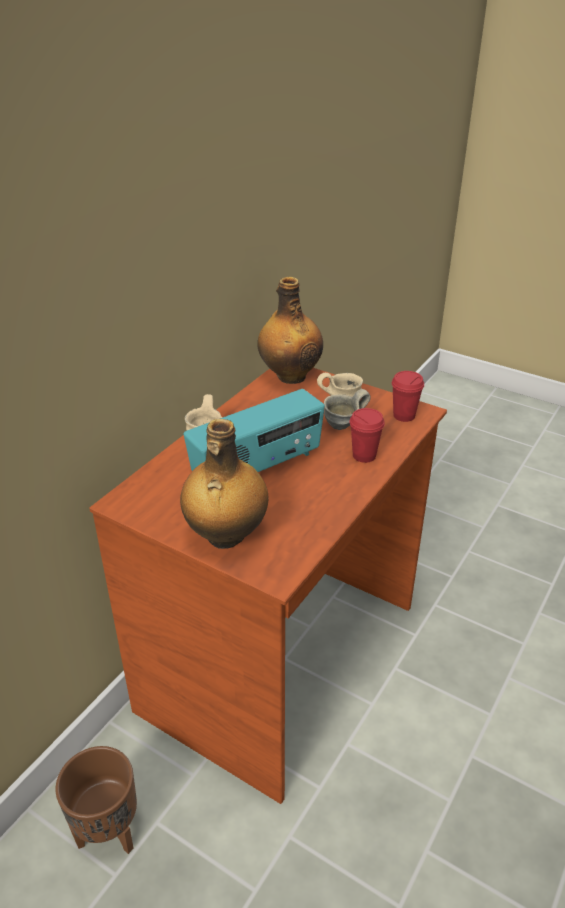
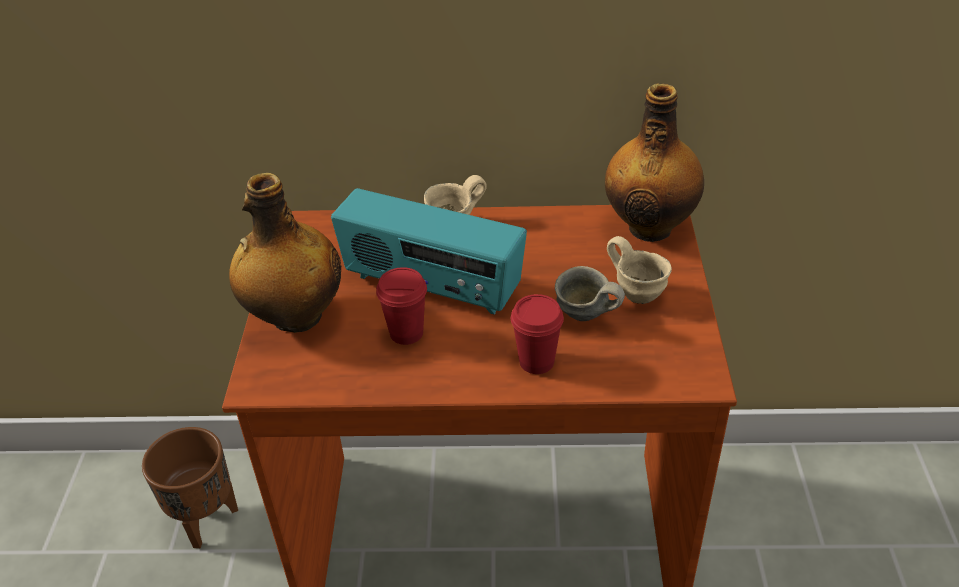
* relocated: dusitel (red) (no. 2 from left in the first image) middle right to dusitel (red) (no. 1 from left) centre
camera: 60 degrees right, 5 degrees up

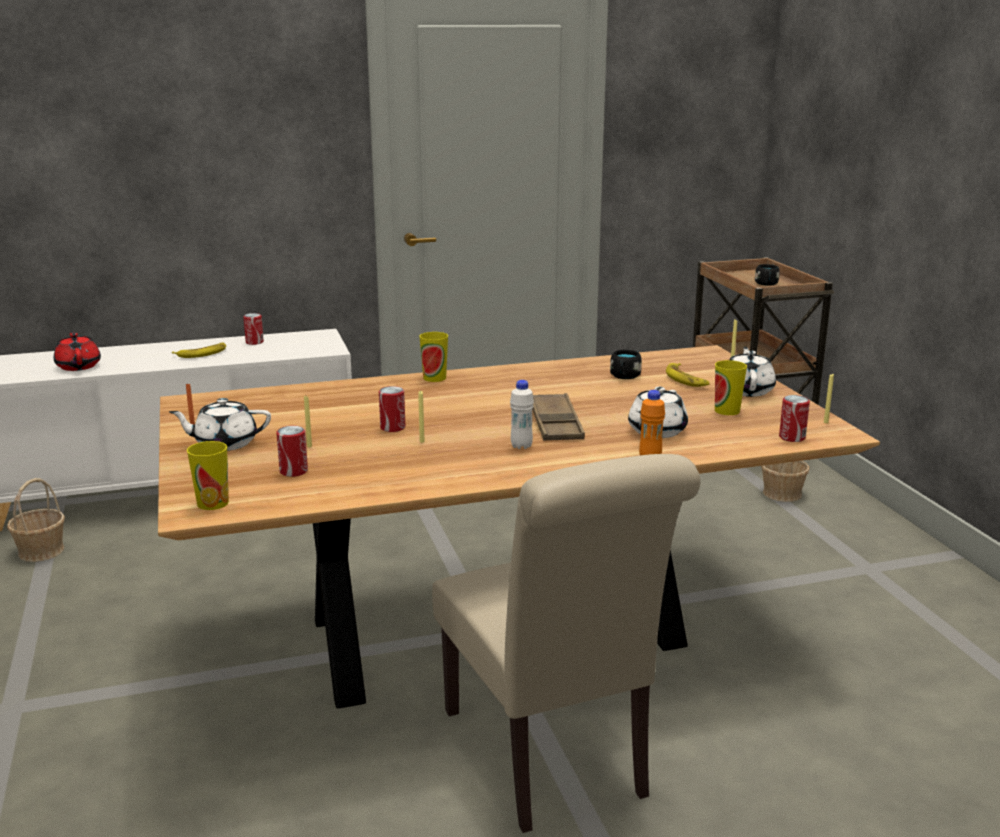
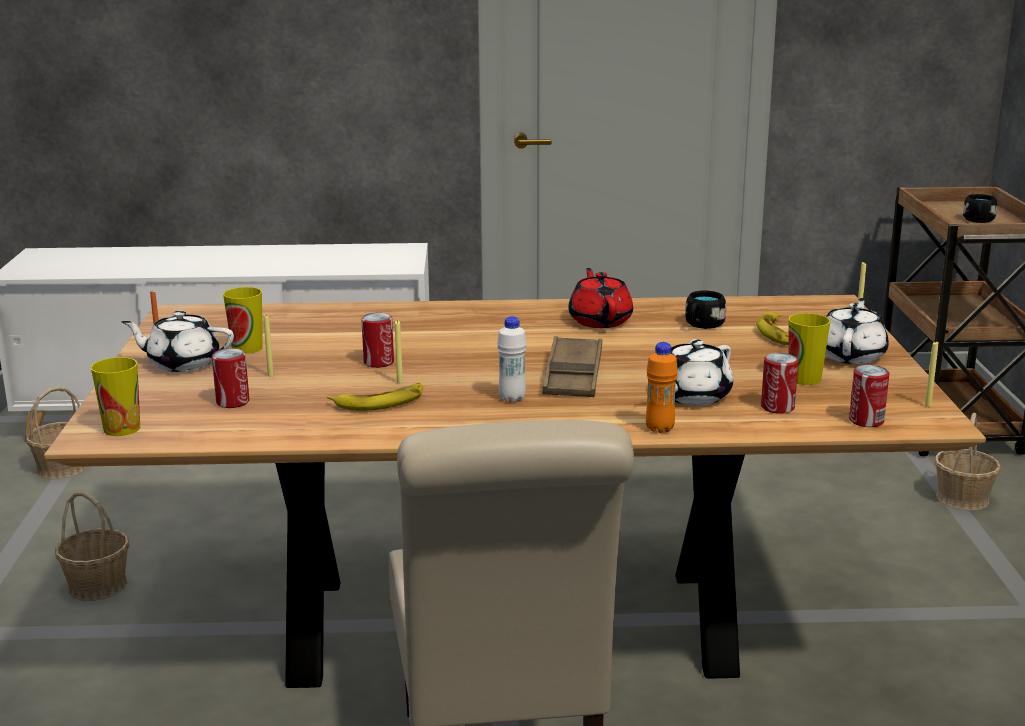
* relocated: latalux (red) middle left to centre
* relocated: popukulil (no. 1 from left) middle left to centre
* relocated: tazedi (no. 1 from left in the first image) middle left to tazedi (no. 3 from left) middle right
* relocated: dusitel (no. 2 from left) centre to middle left
* appeared: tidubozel (no. 2 from left) bottom left
camera: 15 degrees right, 0 degrees up

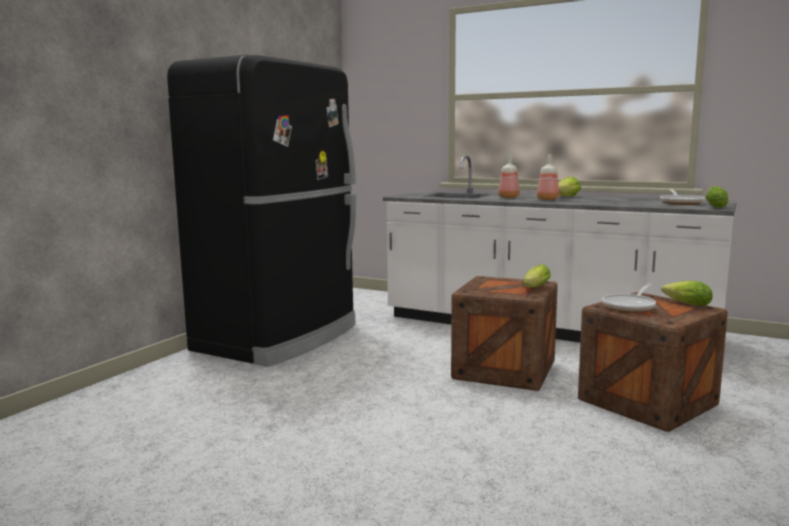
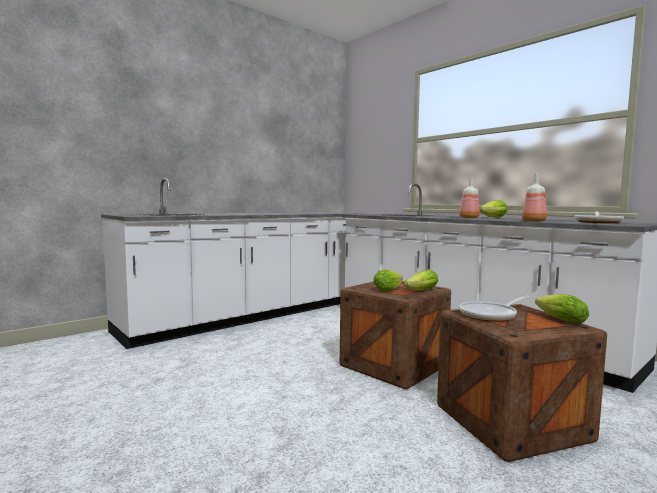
* exchanged: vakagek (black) middle left to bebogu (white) (no. 1 from left) centre
* relocated: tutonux (no. 1 from left in the first image) centre to tutonux (no. 2 from left) middle right
* relocated: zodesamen (no. 4 from left in the first image) middle right to zodesamen (no. 1 from left) centre
camera: 20 degrees right, 5 degrees down

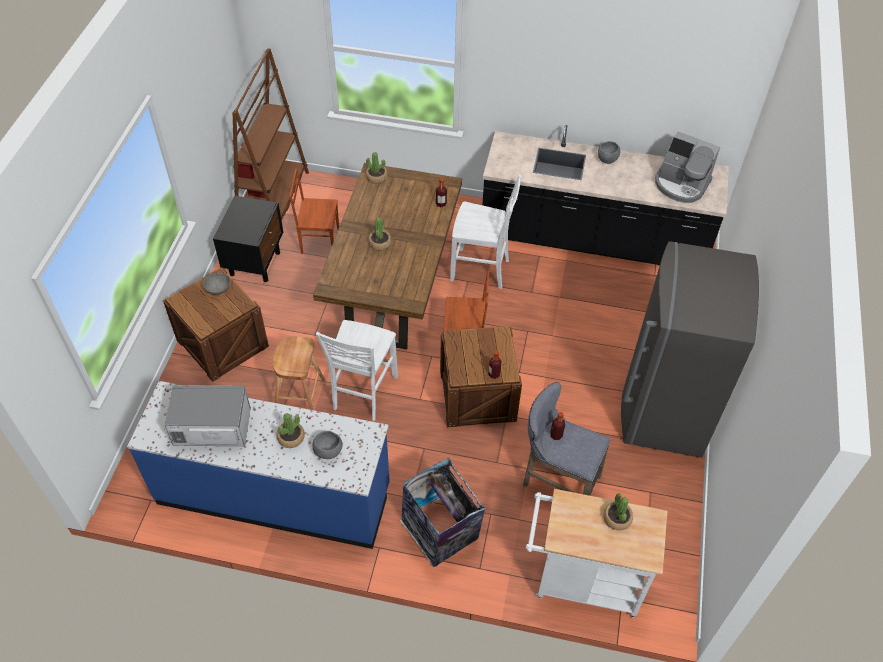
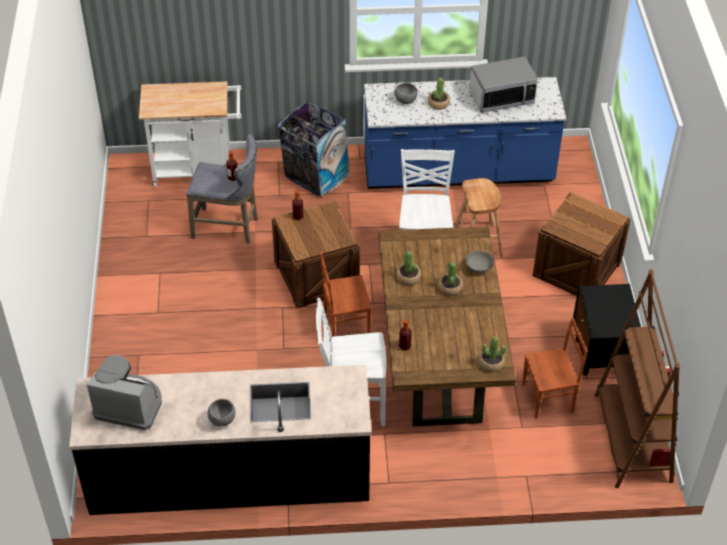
* relocated: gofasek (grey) (no. 1 from left in the first image) middle left to gofasek (grey) (no. 3 from left) centre
* relocated: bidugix (no. 4 from left in the first image) bottom right to bidugix (no. 1 from left) centre
* missing: vakagek (grey) middle right
camera: 165 degrees right, 5 degrees down

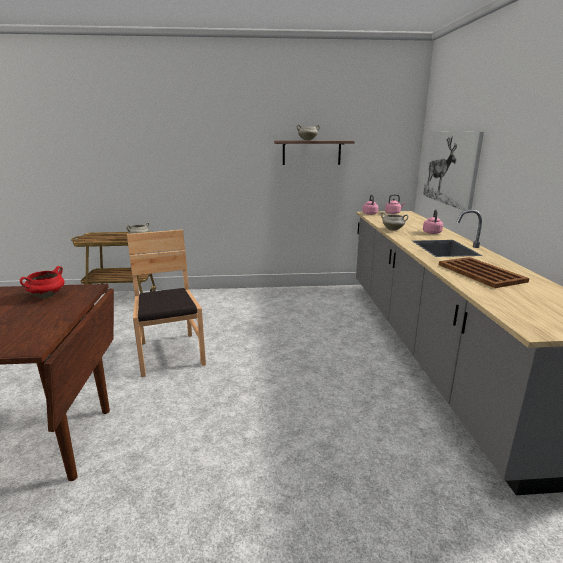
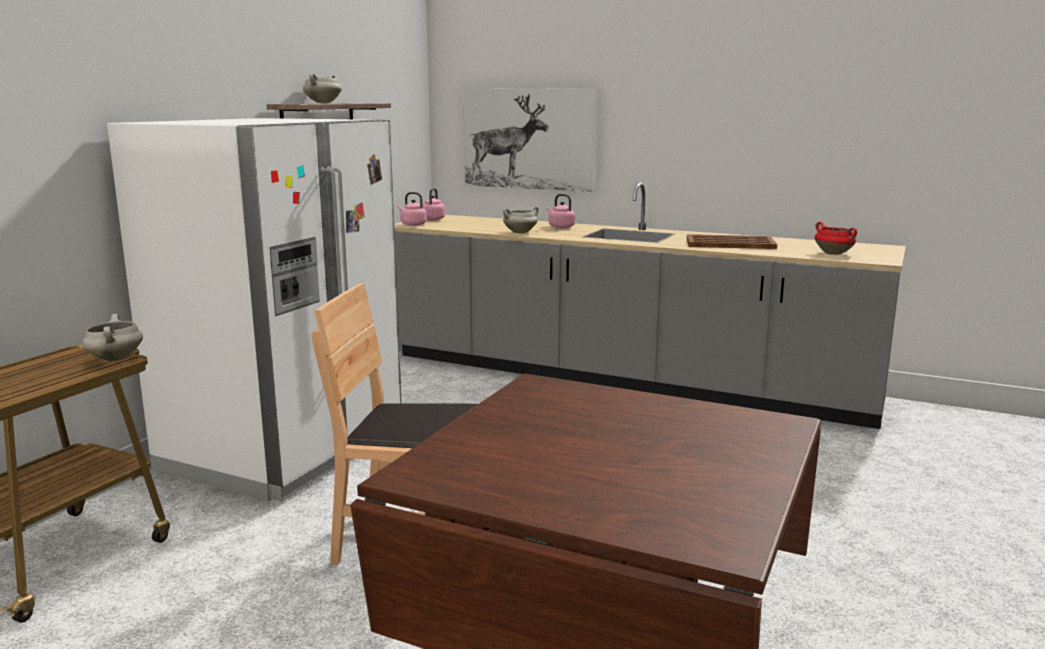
* relocated: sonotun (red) middle left to middle right
* appeared: vakagek (white) middle left
camera: 60 degrees left, 5 degrees down

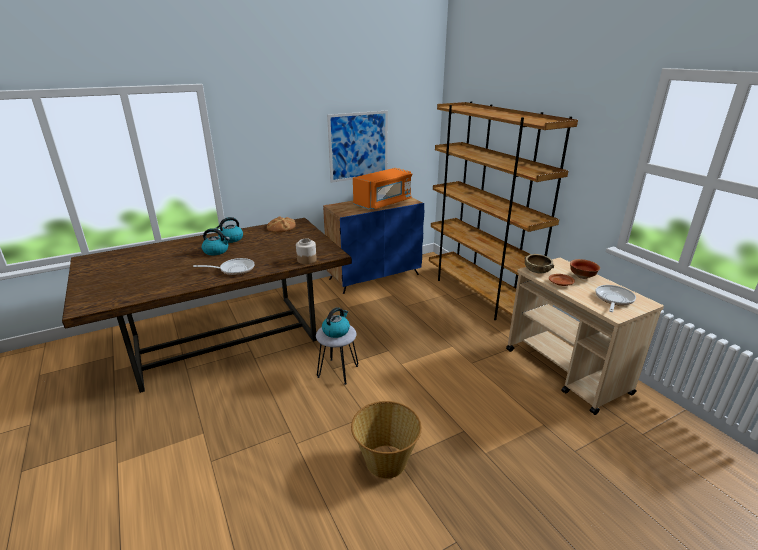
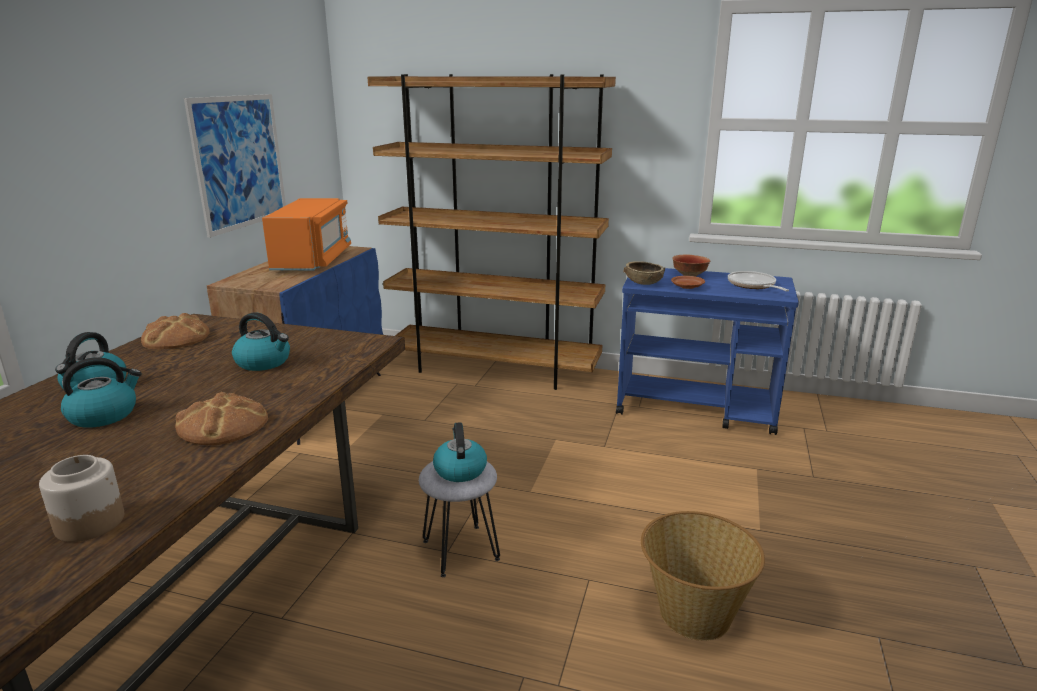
* exchanged: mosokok (no. 1 from left) middle left to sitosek (no. 2 from left) middle left
* relocated: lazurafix centre to bottom left
* colour: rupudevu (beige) middle right to rupudevu (blue) middle right
* appeared: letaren (no. 3 from left) middle left
camera: 45 degrees left, 5 degrees down

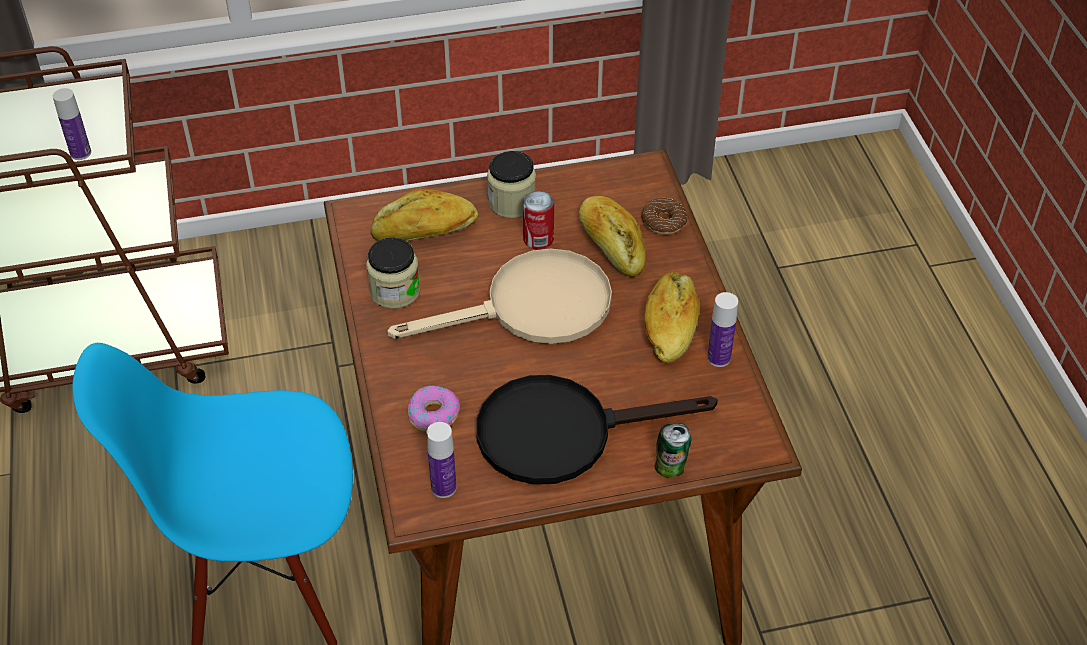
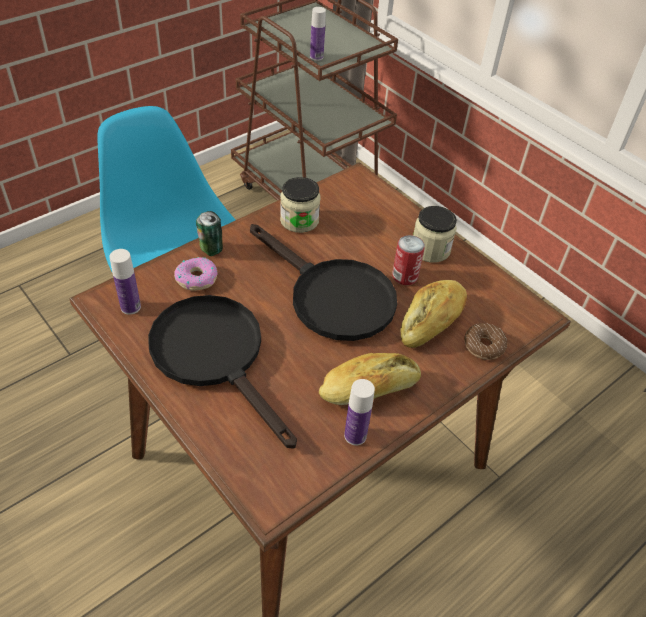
* missing: sitosek (no. 1 from left) top centre
* colour: mosokok (beige) centre to mosokok (black) (no. 2 from left) centre
* relocated: tazedi (no. 2 from left in the first image) bottom centre to tazedi (no. 1 from left) middle left
camera: 60 degrees right, 0 degrees up

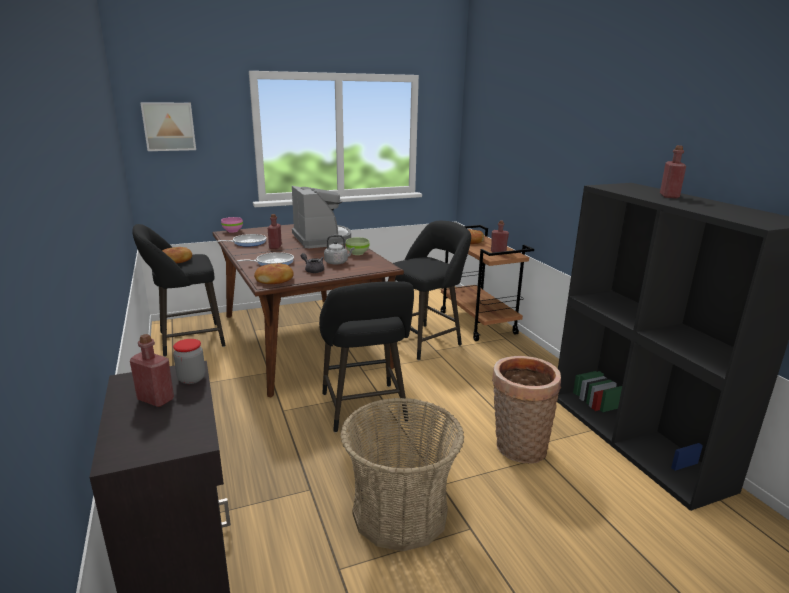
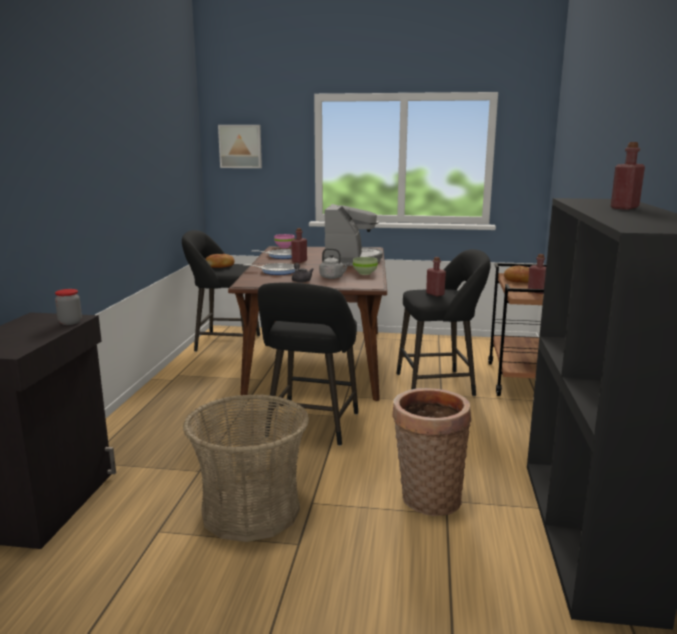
* relocated: tutonux (red) (no. 1 from left in the first image) middle left to tutonux (red) (no. 2 from left) centre
* missing: sitosek (no. 2 from left) centre
camera: 30 degrees right, 5 degrees down

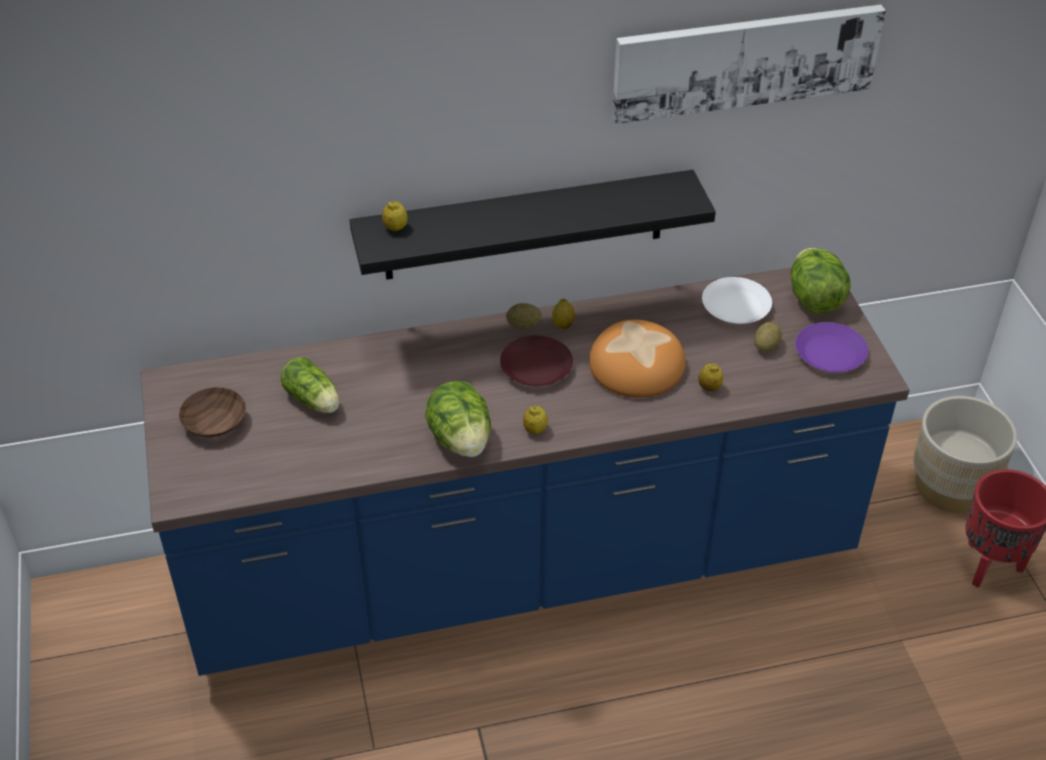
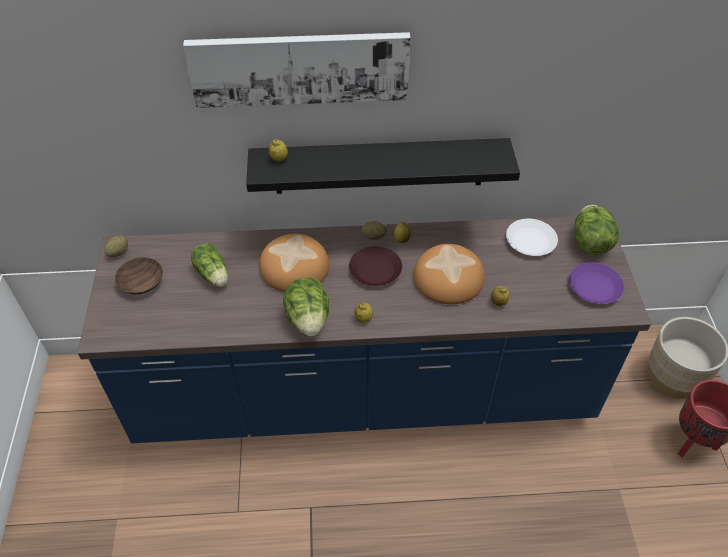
* relocated: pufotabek top right to top centre
* relocated: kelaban (no. 2 from left in the first image) middle right to kelaban (no. 1 from left) middle left
* appeared: sitosek (no. 1 from left) centre
camera: 10 degrees right, 5 degrees up

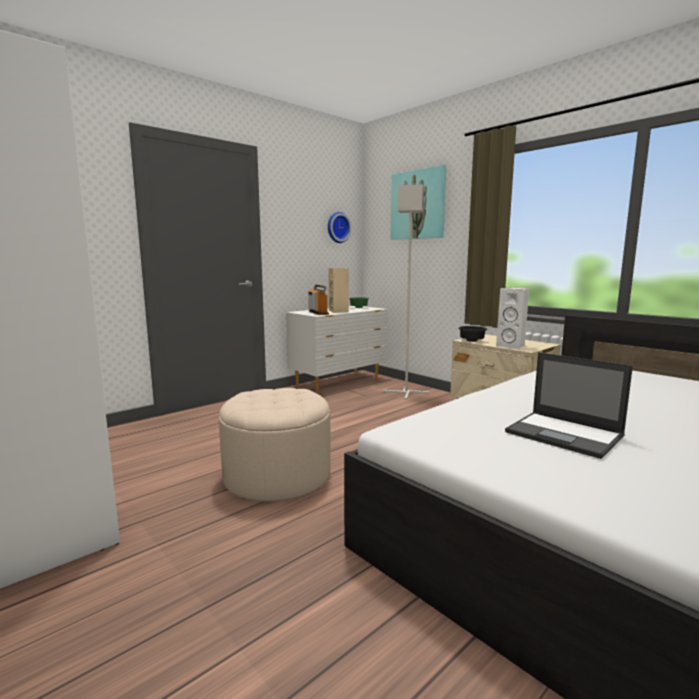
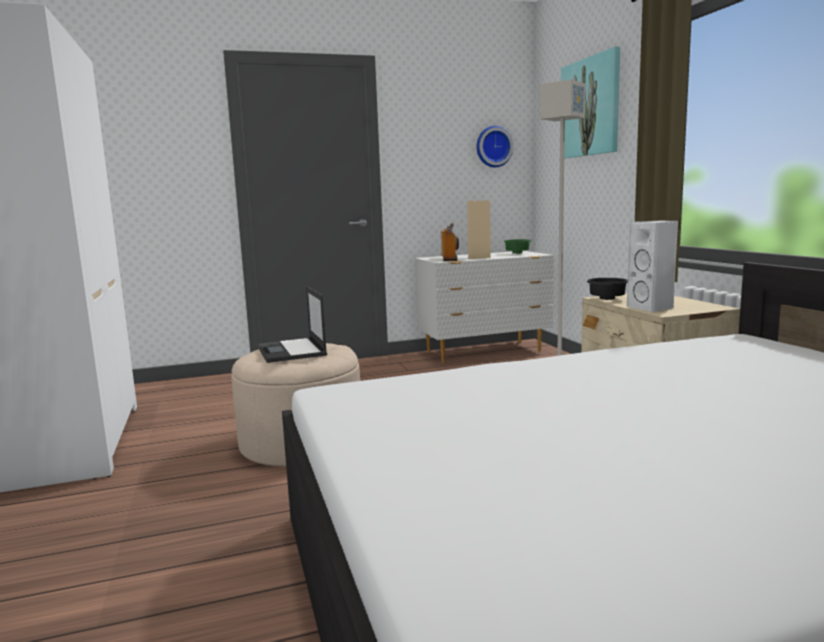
* relocated: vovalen middle right to centre
camera: 25 degrees right, 0 degrees up

